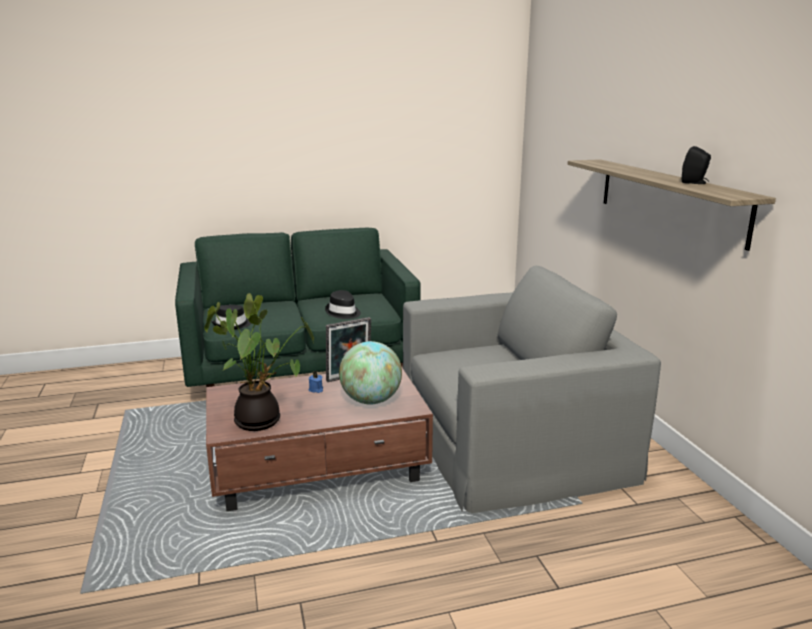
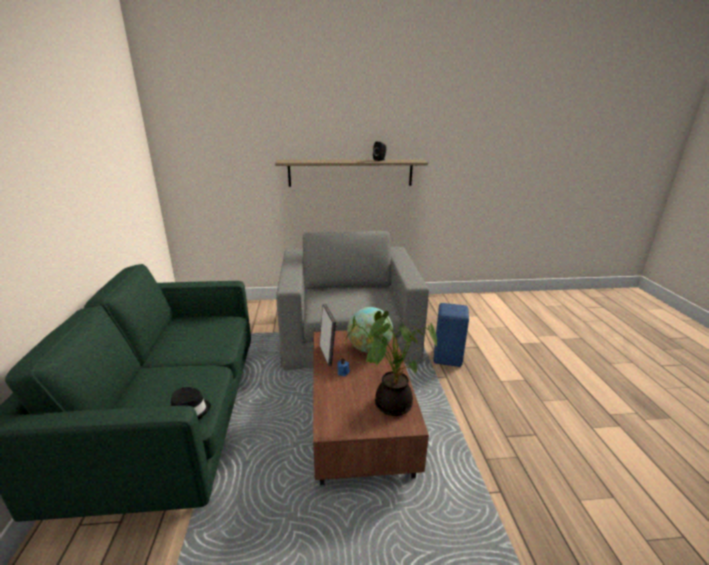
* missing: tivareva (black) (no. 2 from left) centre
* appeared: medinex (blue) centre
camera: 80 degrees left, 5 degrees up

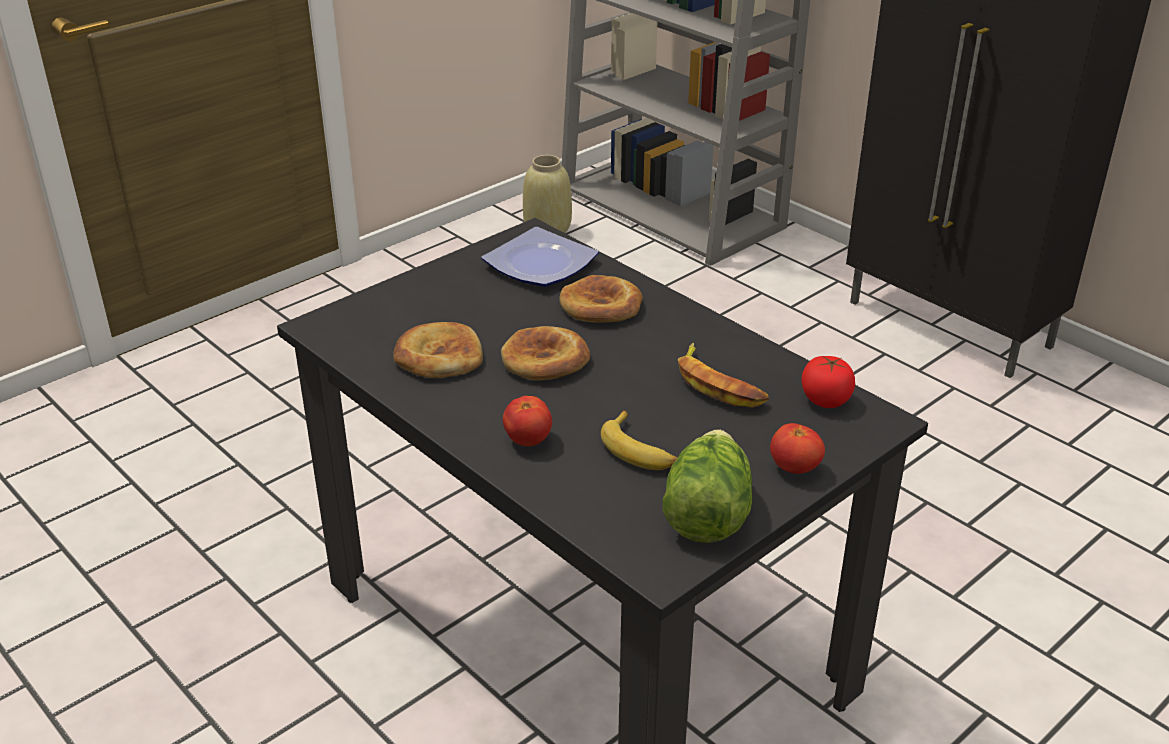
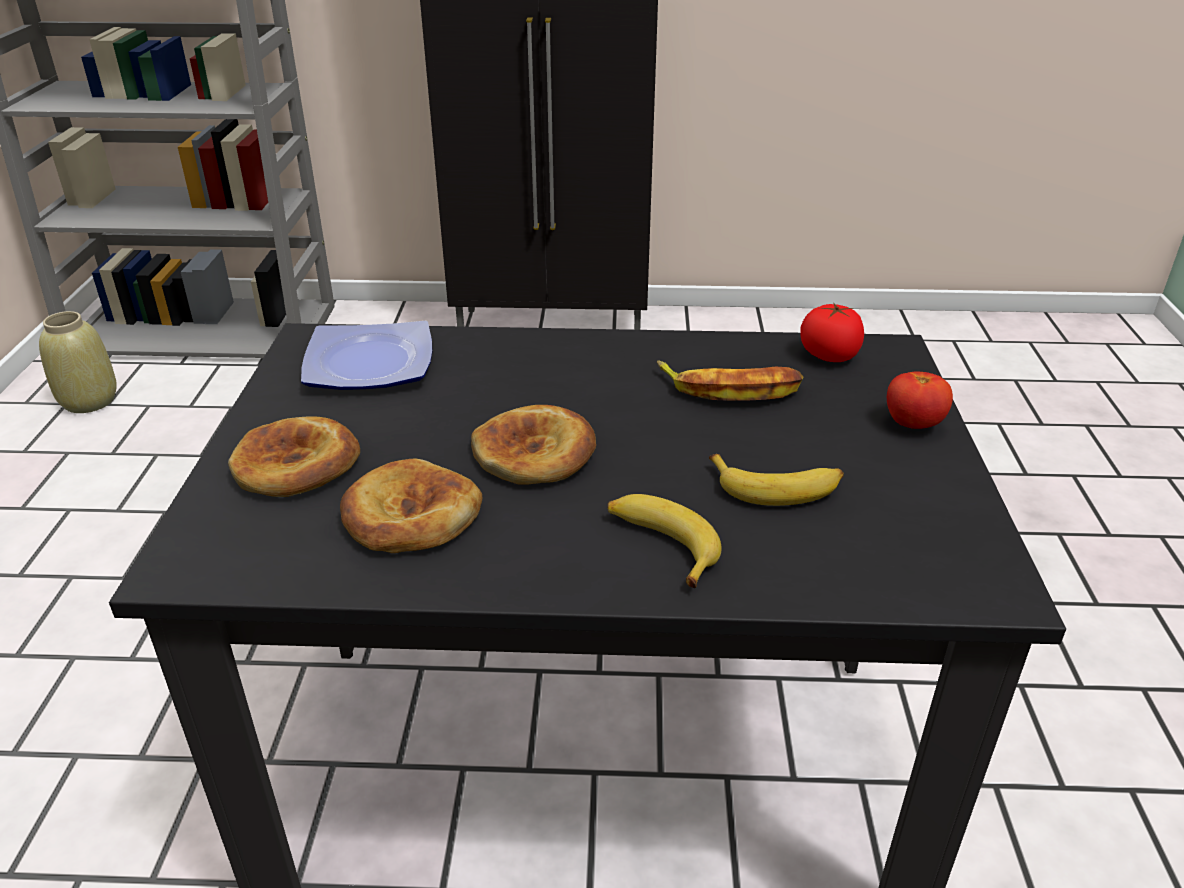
* exchanged: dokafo (no. 1 from left) centre to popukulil (no. 1 from left) centre
* relocated: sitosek (no. 3 from left in the first image) centre to sitosek (no. 1 from left) middle left
* missing: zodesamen centre
camera: 45 degrees left, 0 degrees up

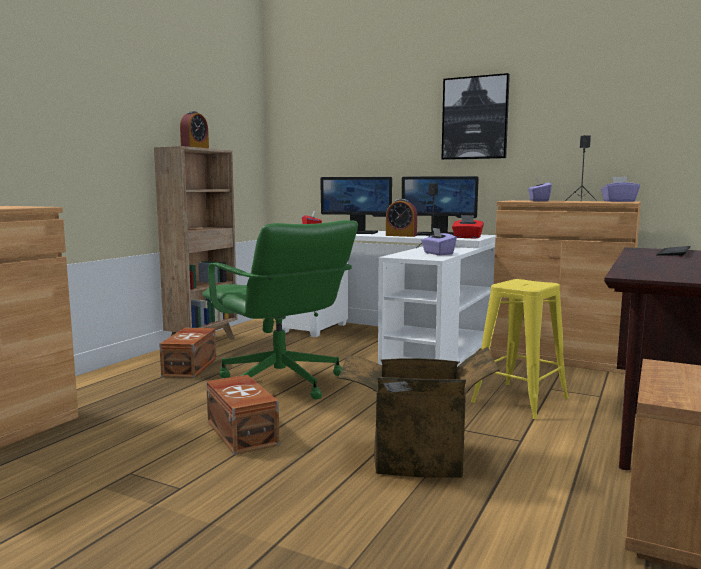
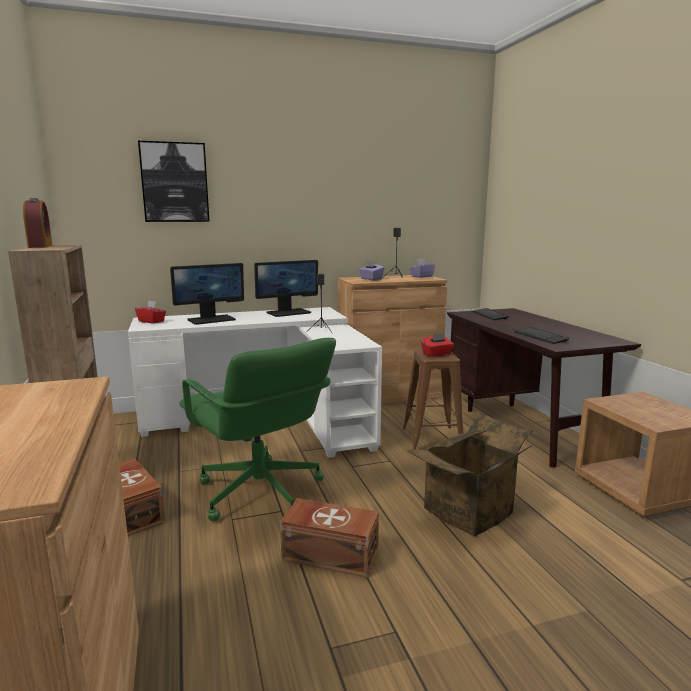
* spun: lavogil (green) centre = centre 45 degrees clockwise
* missing: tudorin (no. 2 from left) centre
* missing: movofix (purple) (no. 1 from left) centre
* relocated: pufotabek top right to top left
* relocated: movofix (red) (no. 2 from left) middle right to centre
* colour: medinex (yellow) middle right to medinex (brown) centre
* appeared: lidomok (no. 2 from left) middle right
camera: 45 degrees left, 5 degrees up

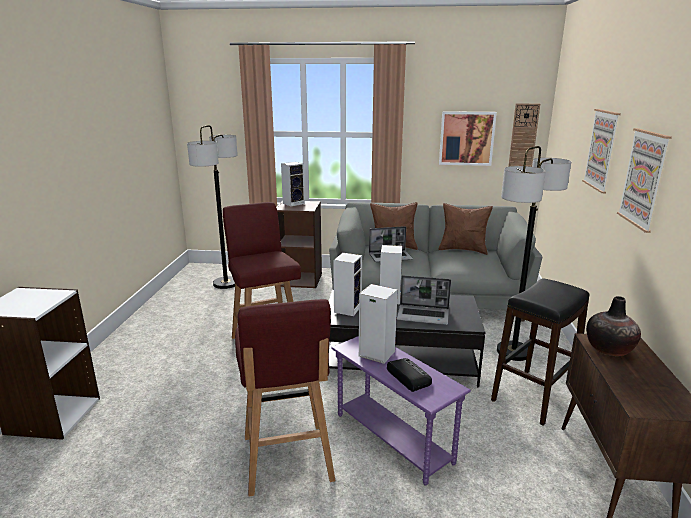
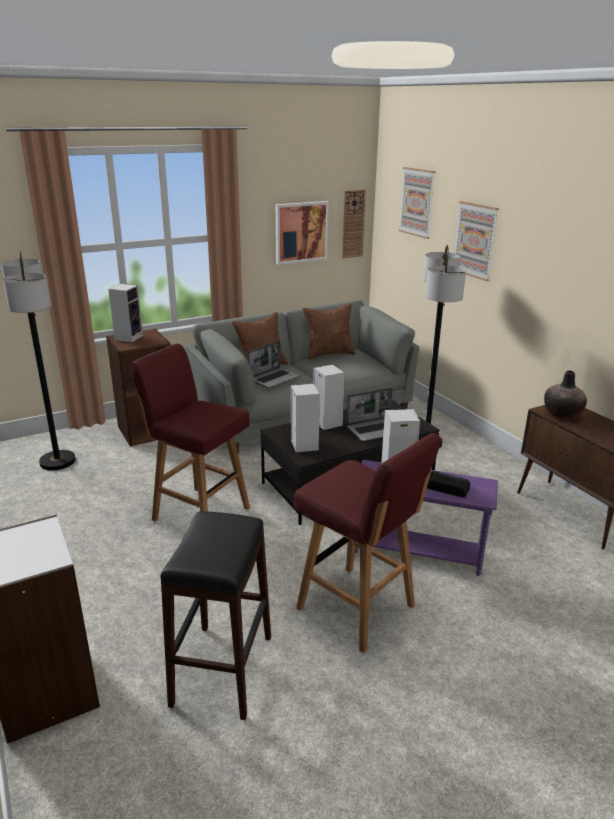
* relocated: medinex (black) bottom right to bottom centre
* relocated: pufotabek (no. 3 from left in the first image) middle right to pufotabek (no. 2 from left) top right
camera: 35 degrees left, 5 degrees up

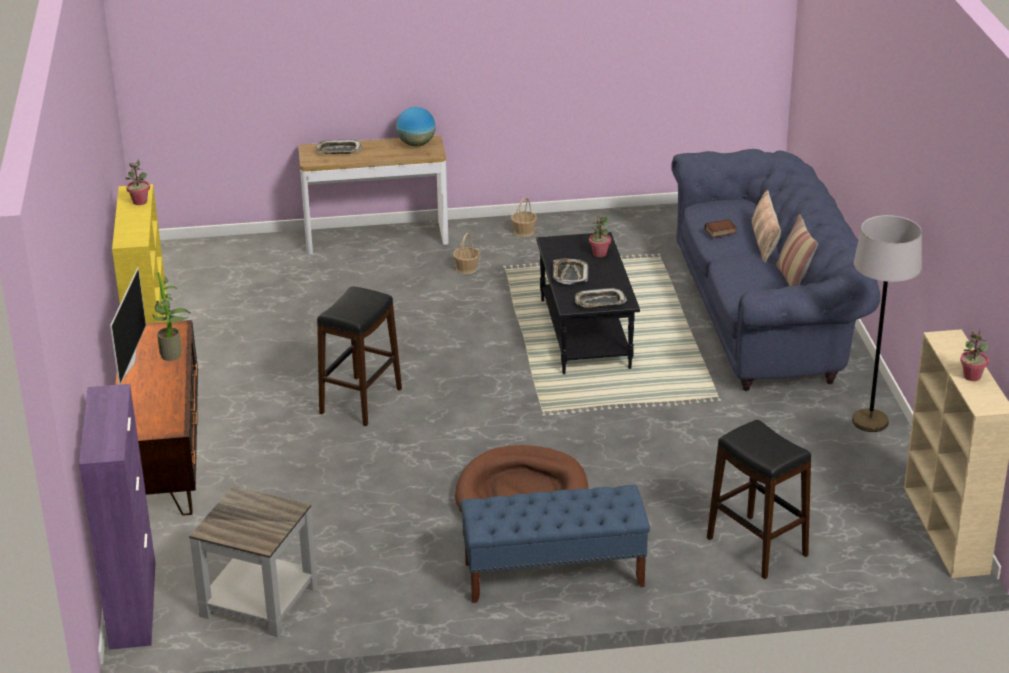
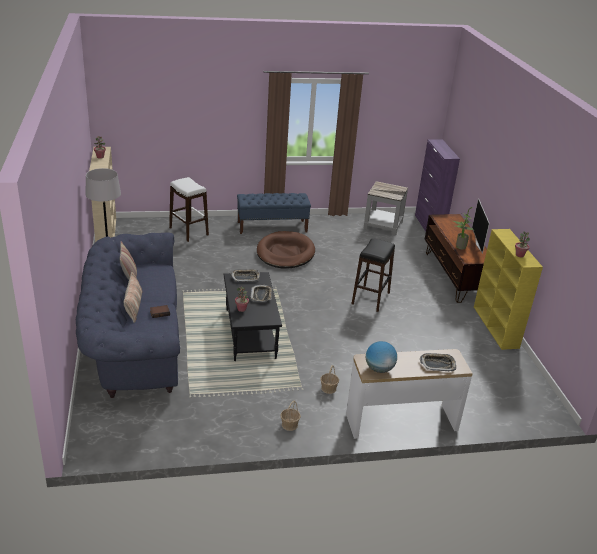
* colour: medinex (black) (no. 2 from left) bottom right to medinex (white) middle left
camera: 175 degrees right, 0 degrees up

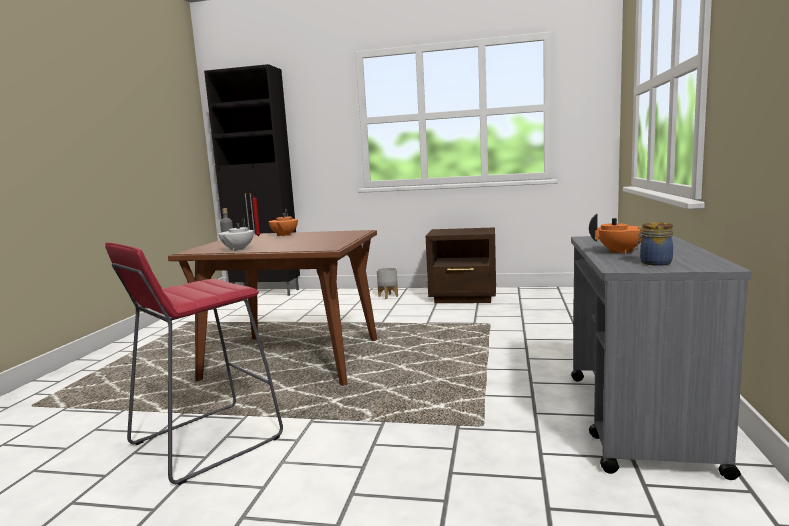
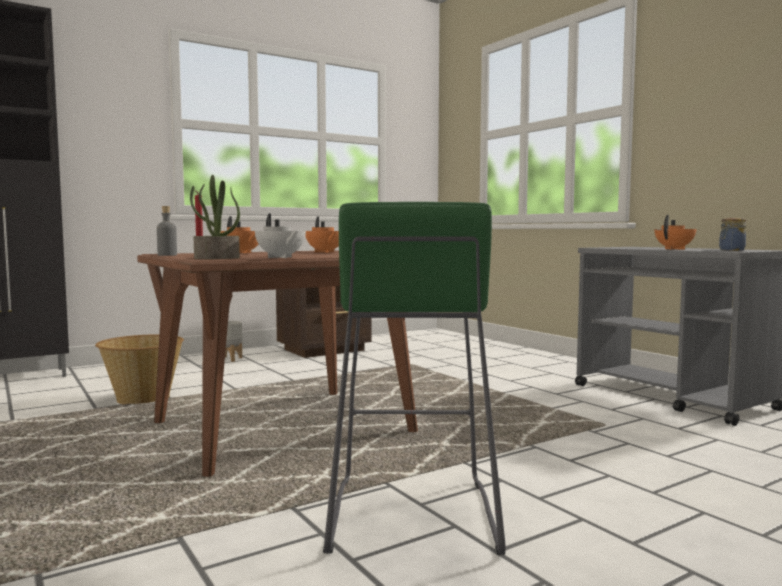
* colour: medinex (red) bottom left to medinex (green) centre
* appeared: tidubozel middle left
* appeared: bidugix middle left
* appeared: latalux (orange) (no. 2 from left) centre
camera: 45 degrees left, 5 degrees down

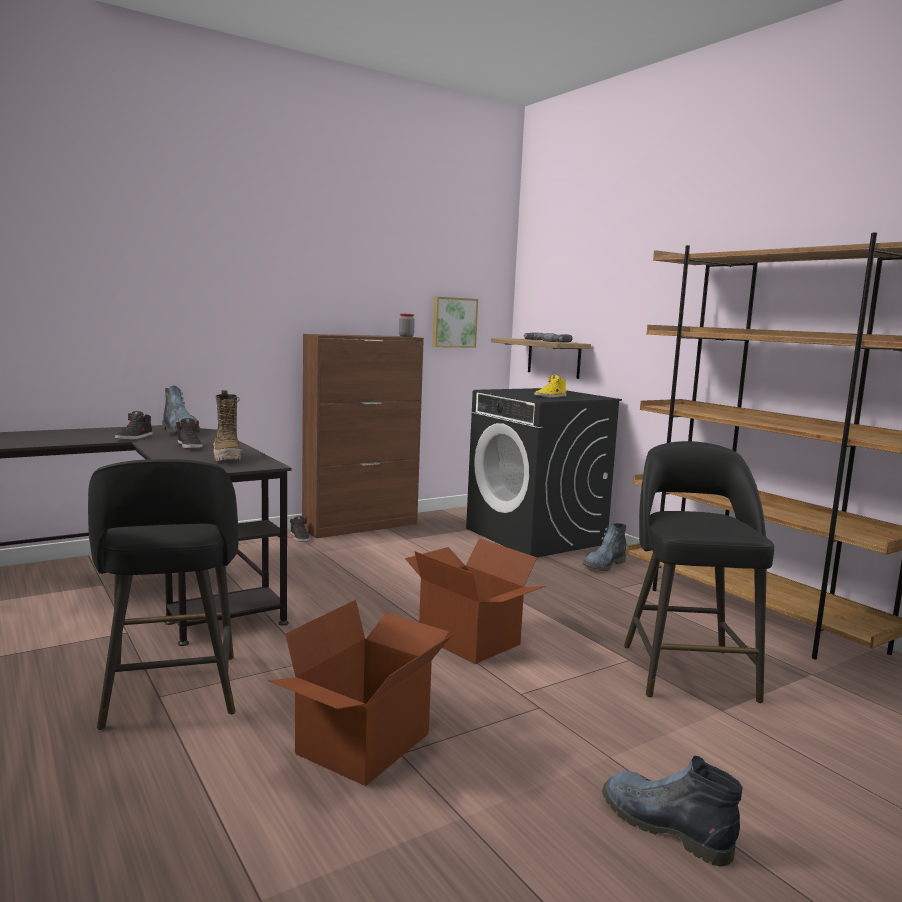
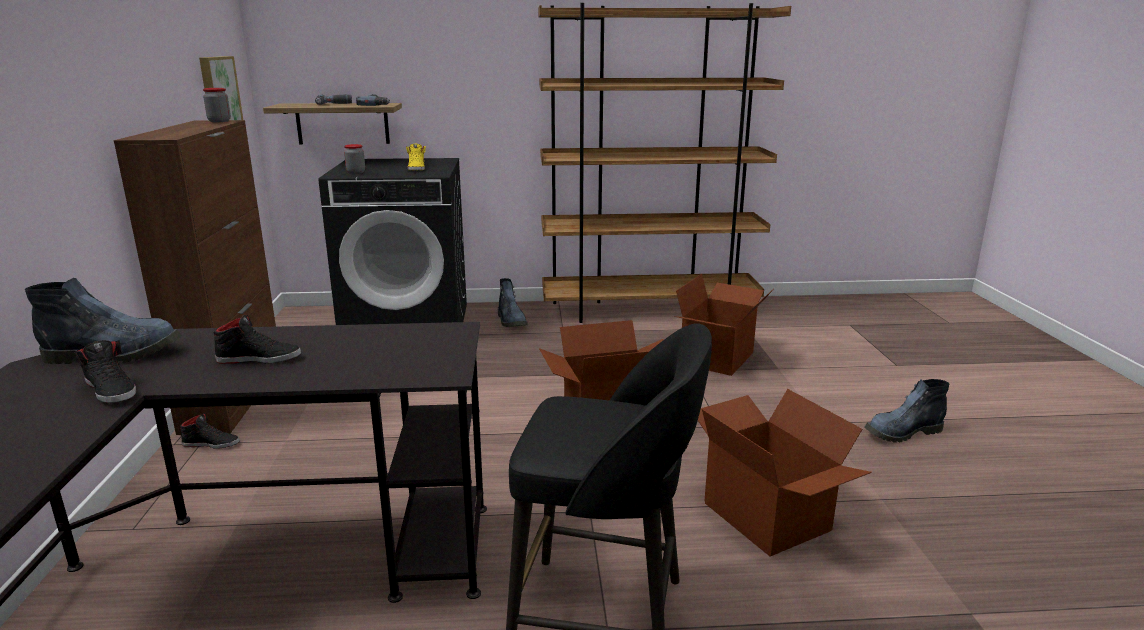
* missing: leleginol (no. 2 from left) middle left
* exchanged: medinex (black) (no. 2 from left) middle right to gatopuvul (no. 2 from left) centre
* appeared: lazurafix (no. 2 from left) top left
camera: 60 degrees left, 10 degrees up

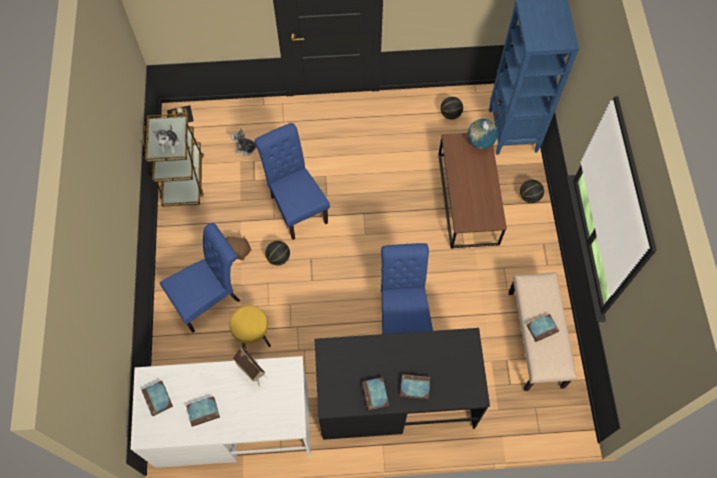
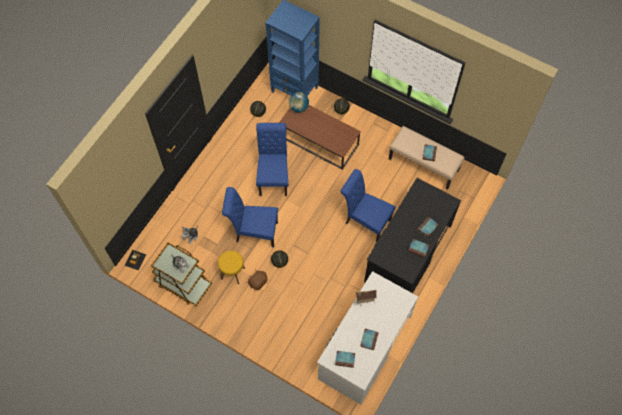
* relocated: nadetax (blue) (no. 1 from left in the first image) middle left to nadetax (blue) (no. 2 from left) centre
* relocated: medinex (yellow) bottom centre to centre
camera: 55 degrees left, 0 degrees up

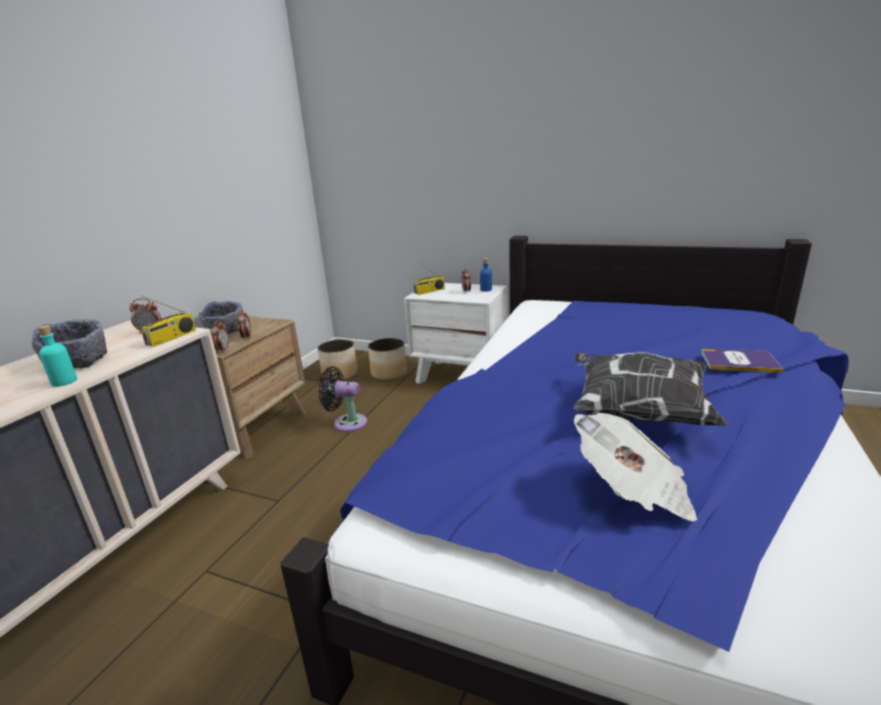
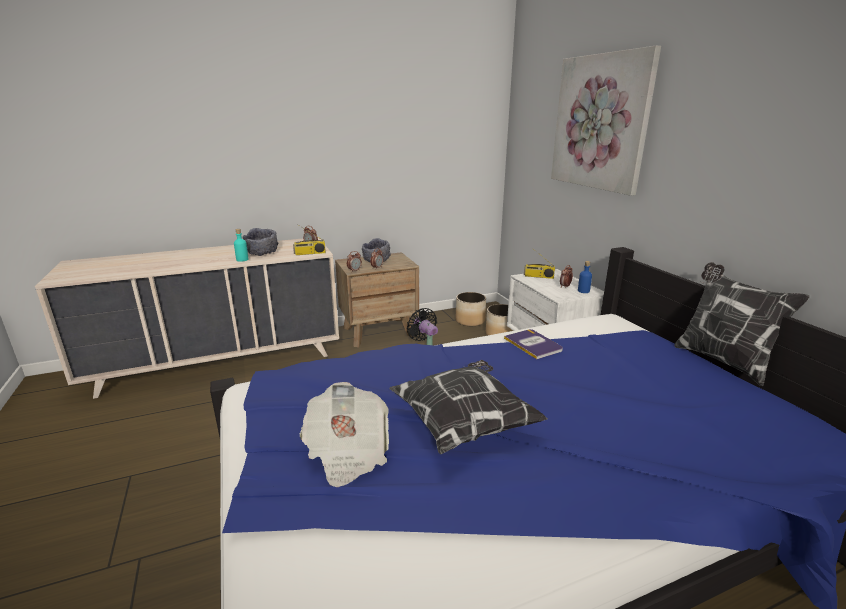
* relocated: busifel middle right to centre
* appeared: pufotabek top right
* appeared: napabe (no. 2 from left) middle right
camera: 45 degrees right, 0 degrees up

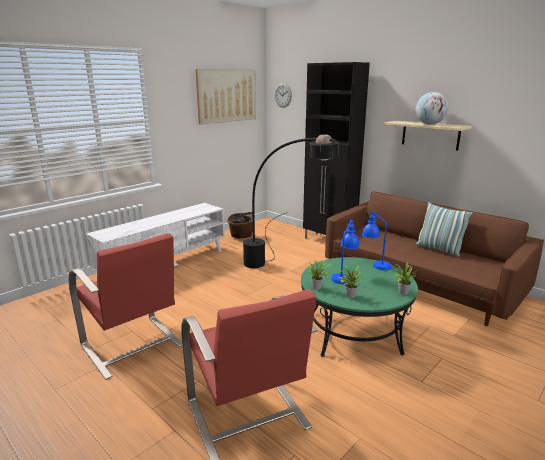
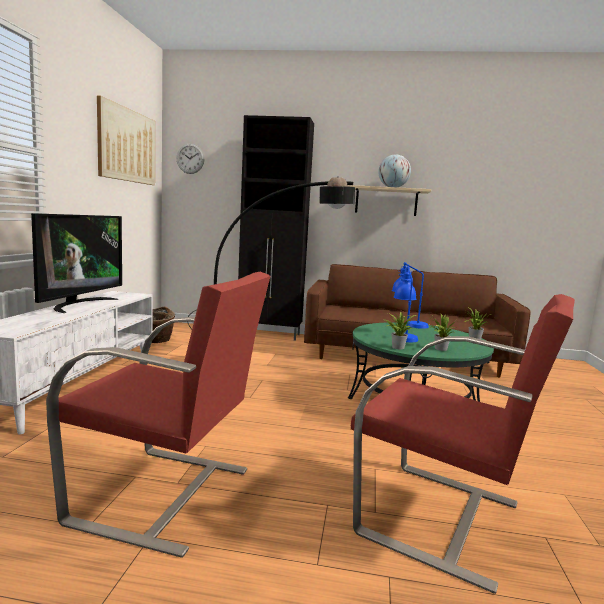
* missing: napabe middle right
* appeared: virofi middle left
camera: 35 degrees left, 10 degrees down

